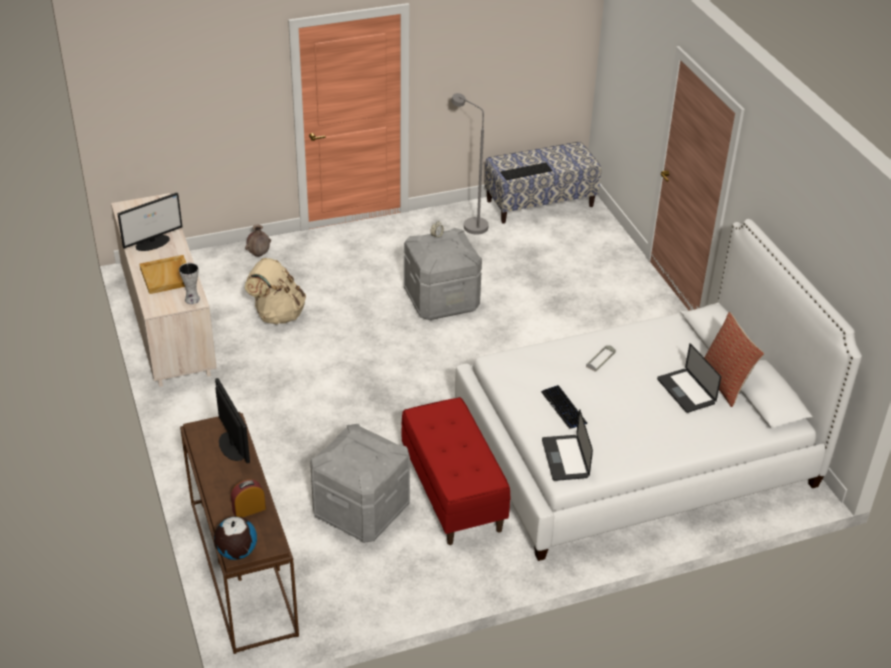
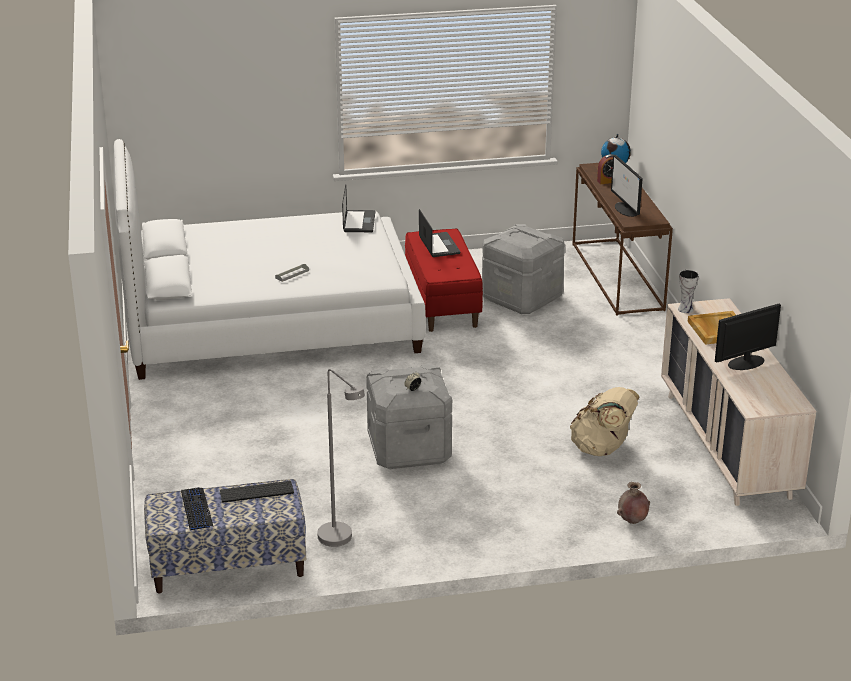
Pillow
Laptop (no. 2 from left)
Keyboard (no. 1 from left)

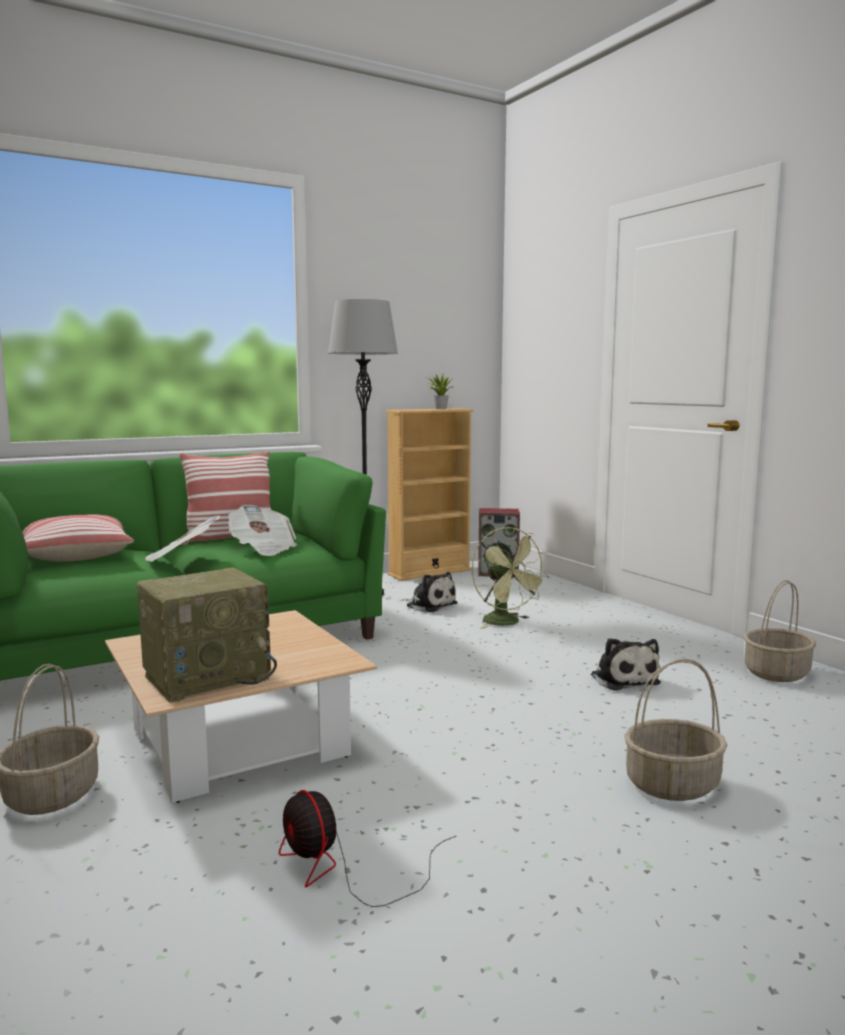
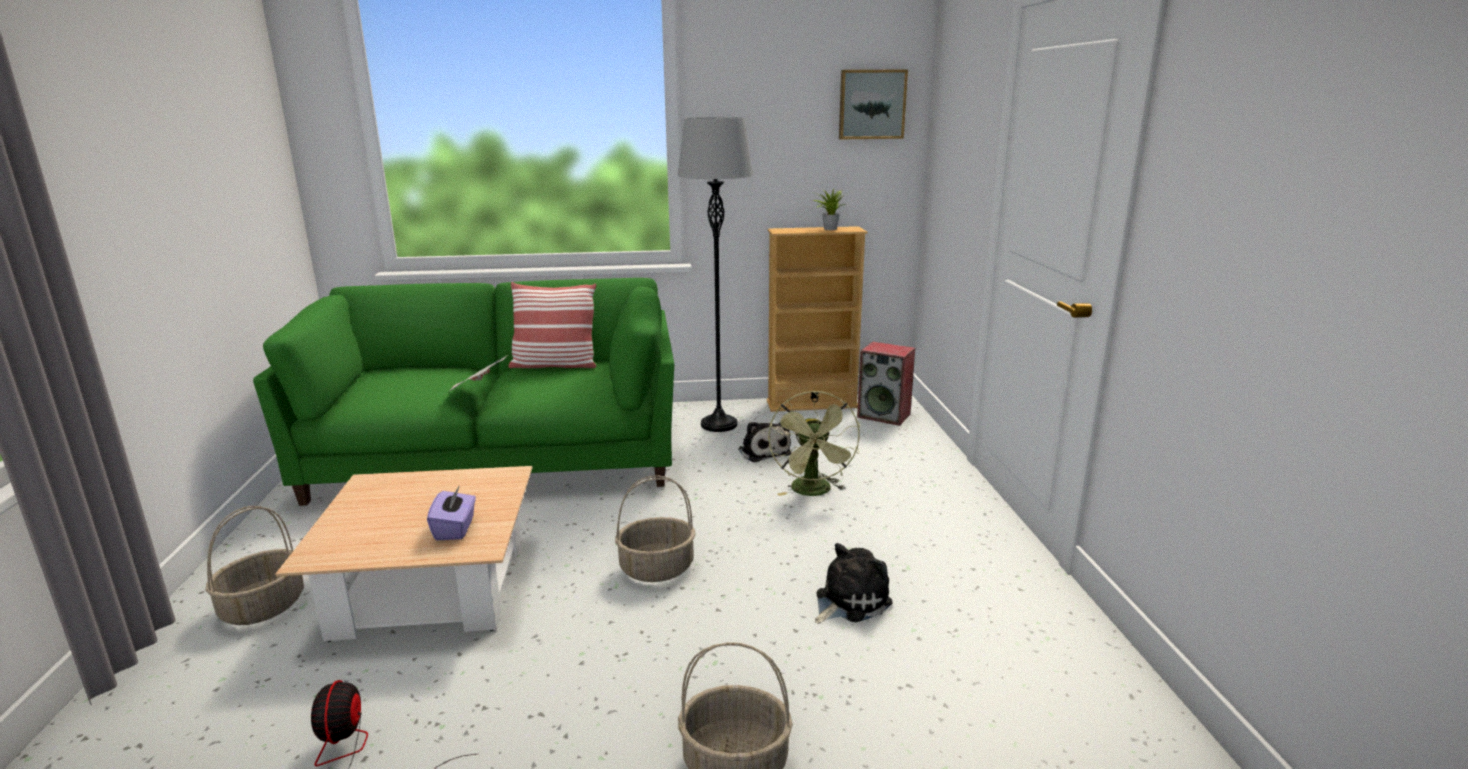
Newspaper (no. 2 from left in the first image)
Pillow (no. 1 from left in the first image)
Radio
Basket (no. 2 from left)
PlushToy (no. 2 from left)
Picture
PurpleTissueBox

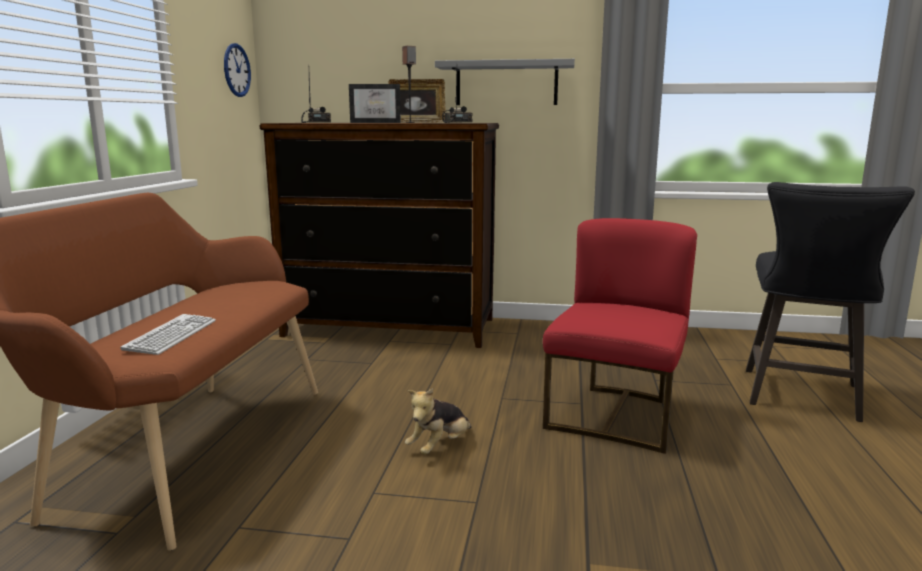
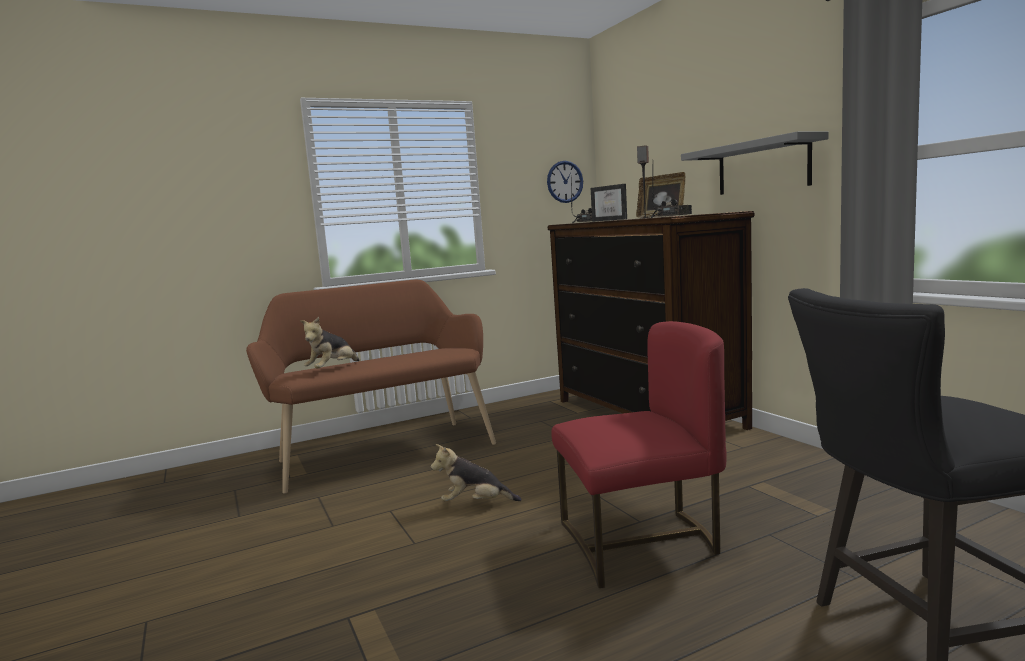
PlushToy (no. 1 from left)

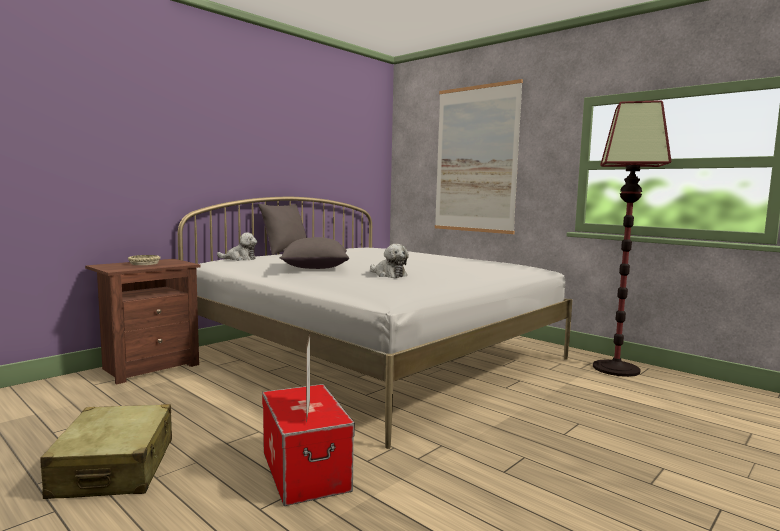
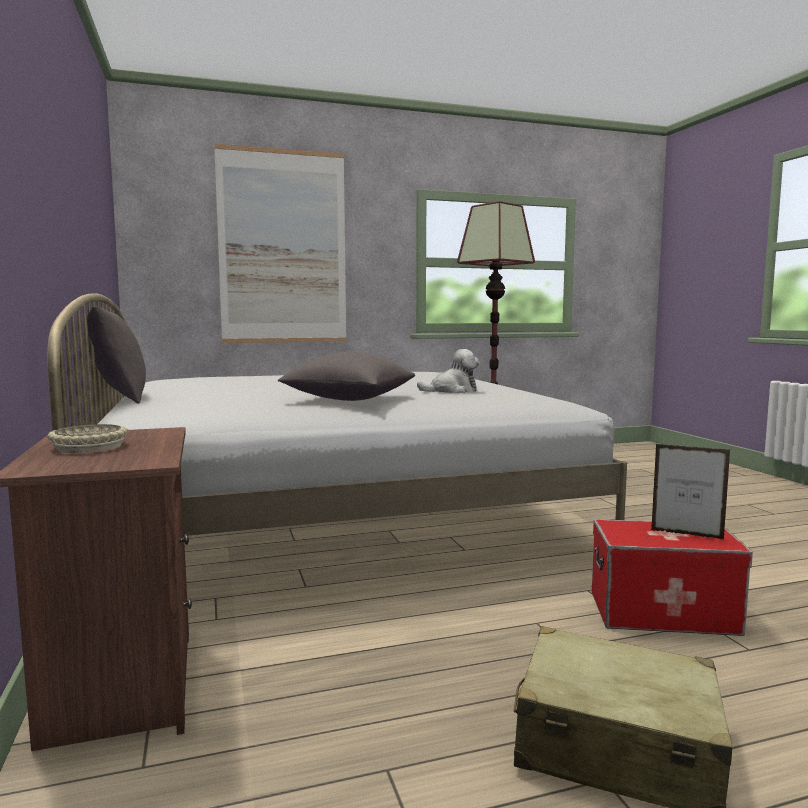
PlushToy (no. 1 from left in the first image)

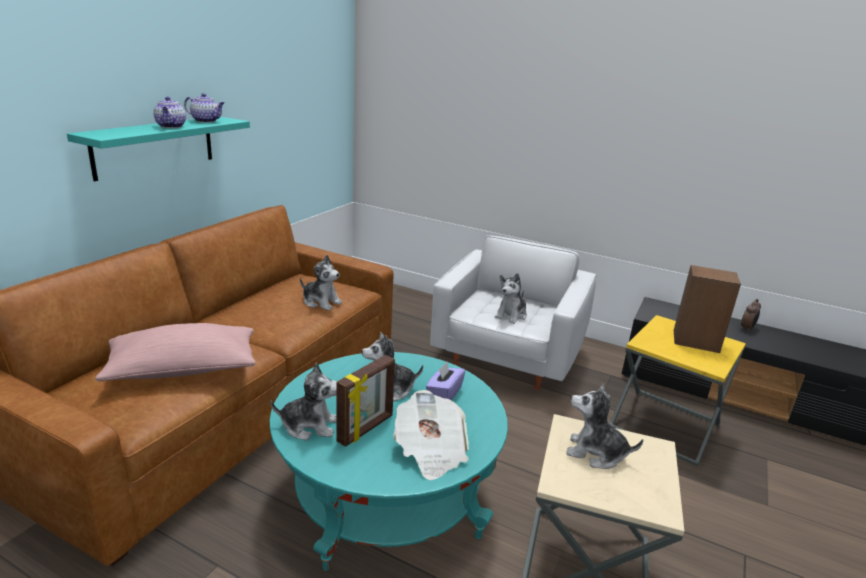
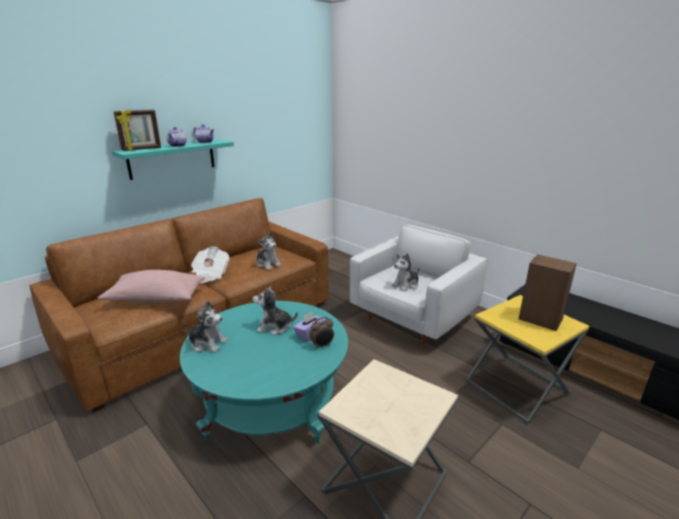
AlarmClock
PictureFrame
PlushToy (no. 5 from left in the first image)
Newspaper

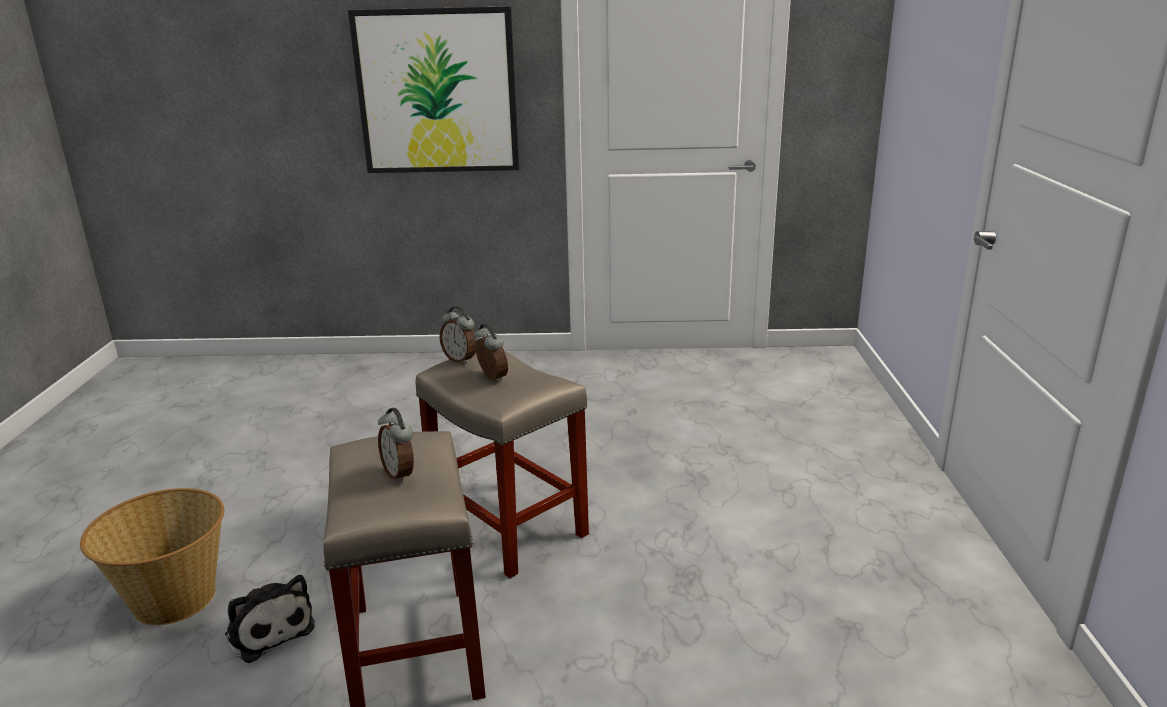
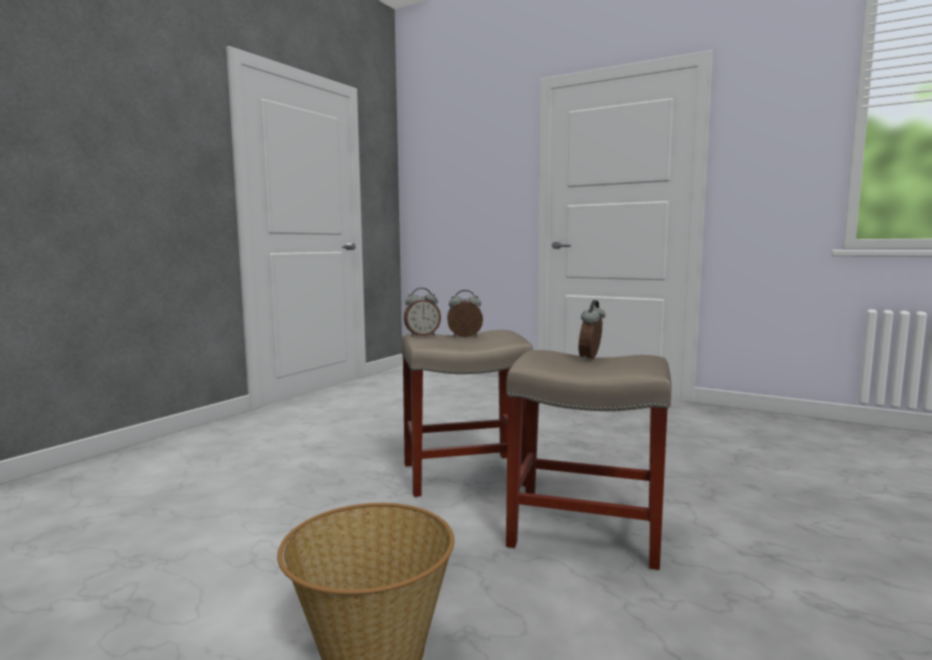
Picture
AlarmClock (no. 3 from left)
PlushToy

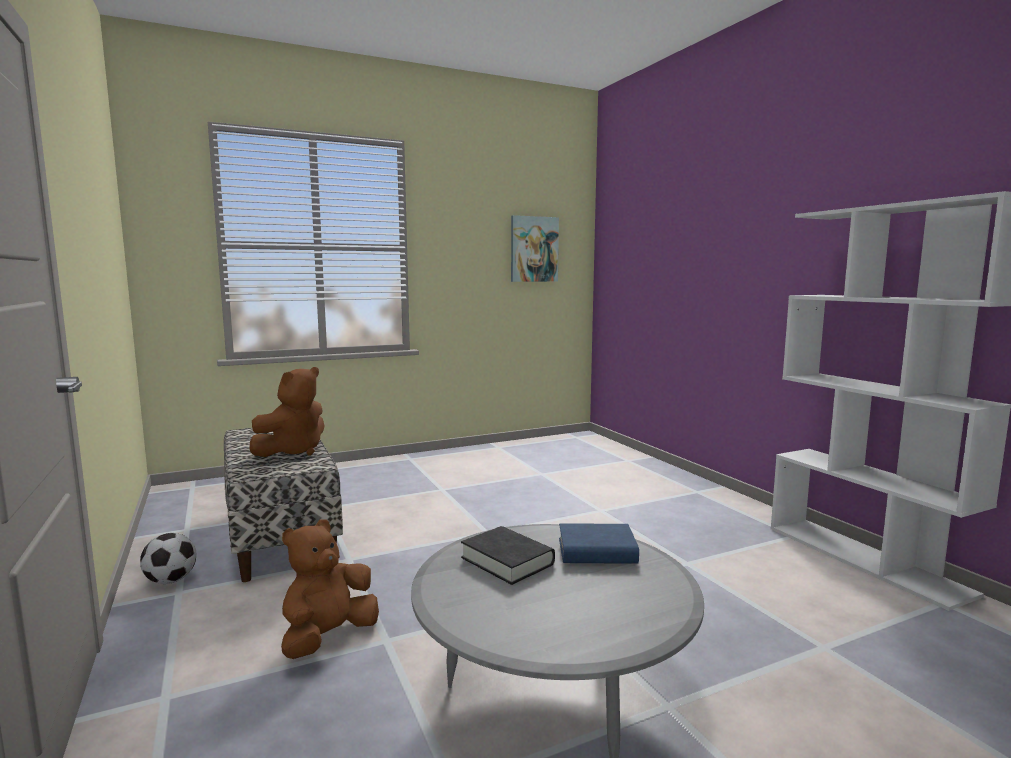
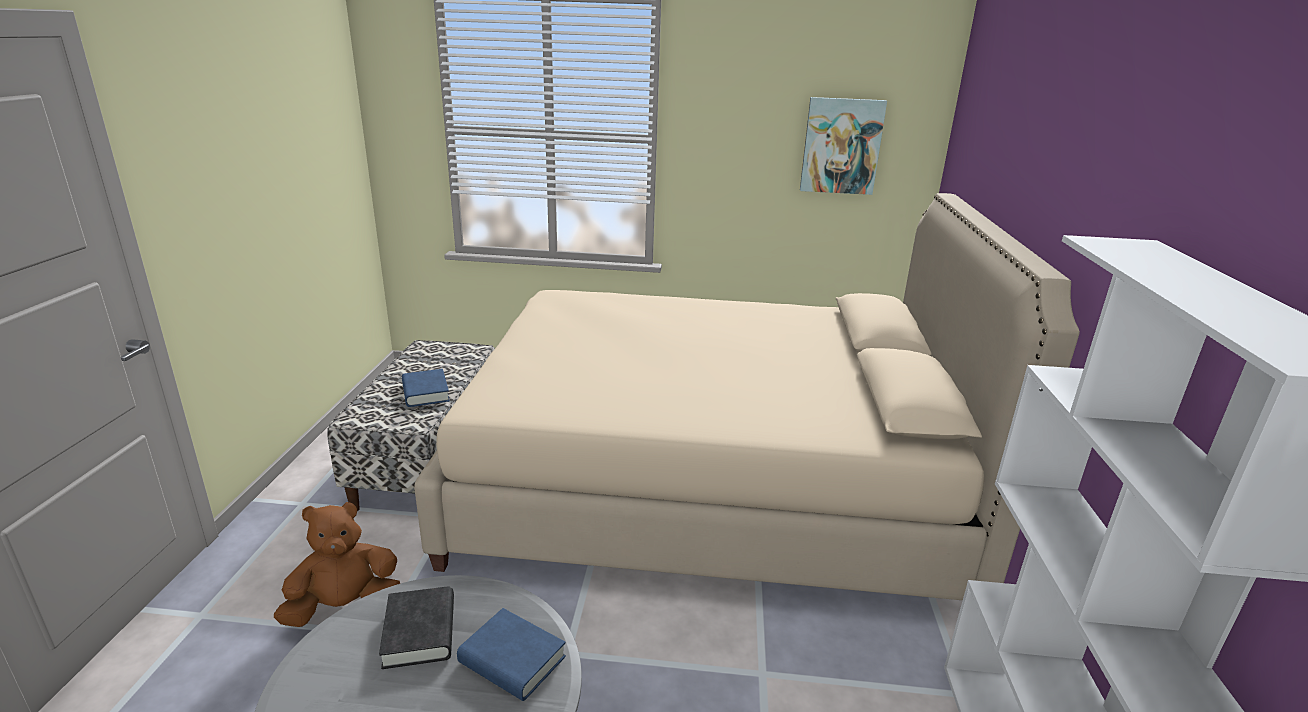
BlueBook (no. 1 from left)
Football
BeigeBed

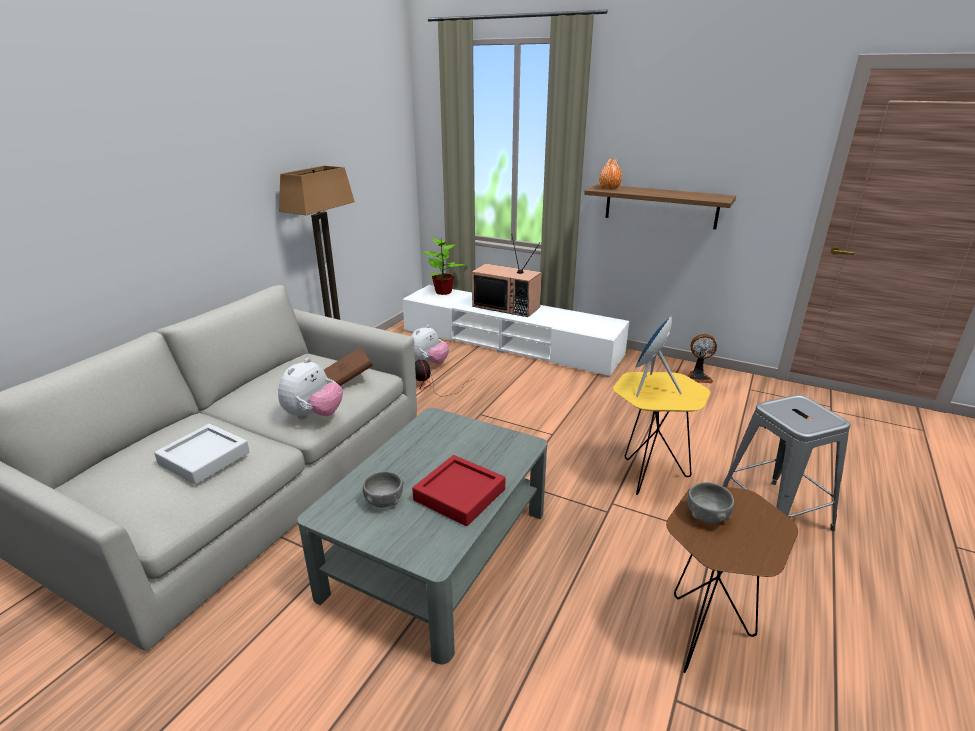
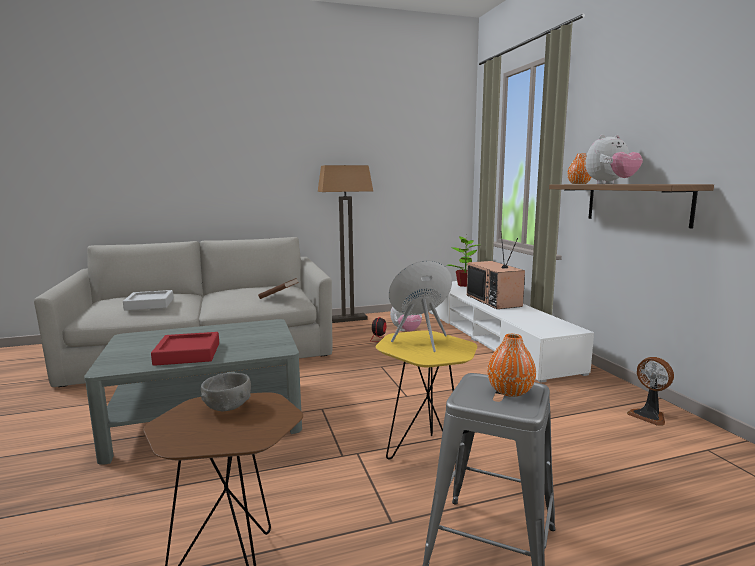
PlushToy (no. 2 from left)
GreyBowl (no. 1 from left in the first image)
OrangeVase (no. 1 from left)

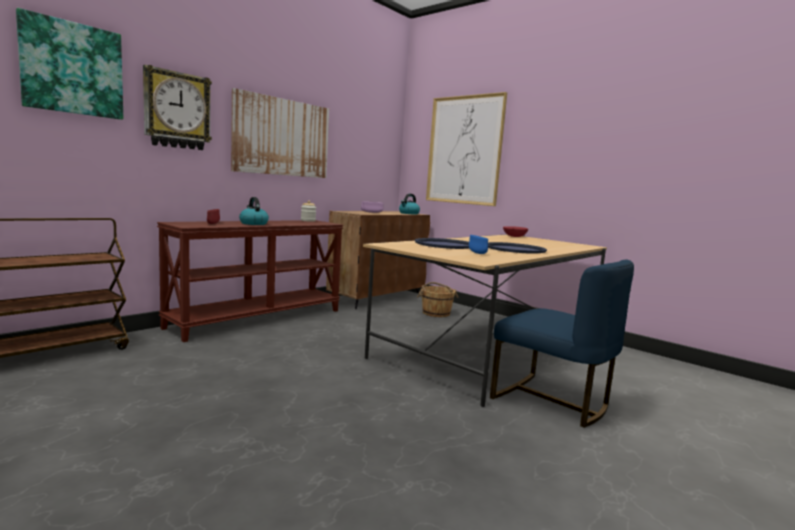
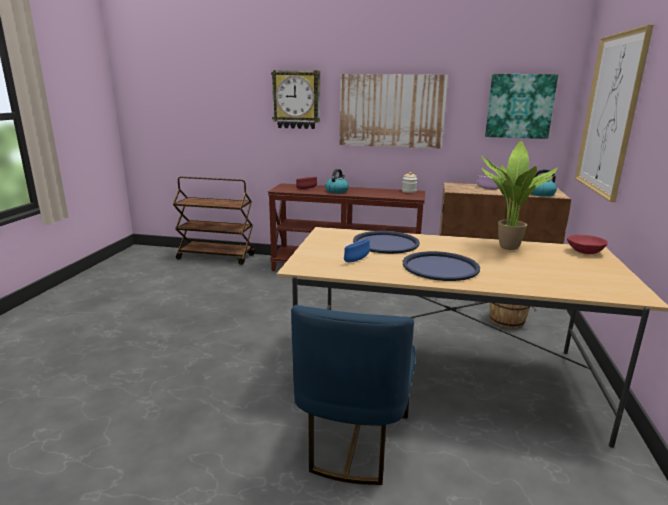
Picture (no. 2 from left)
PottedPlant

